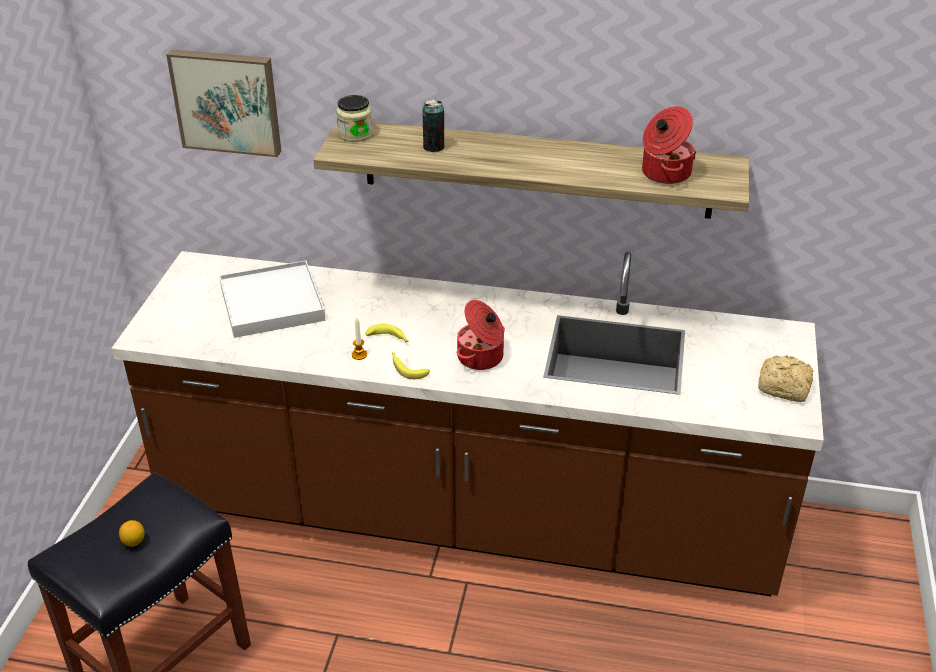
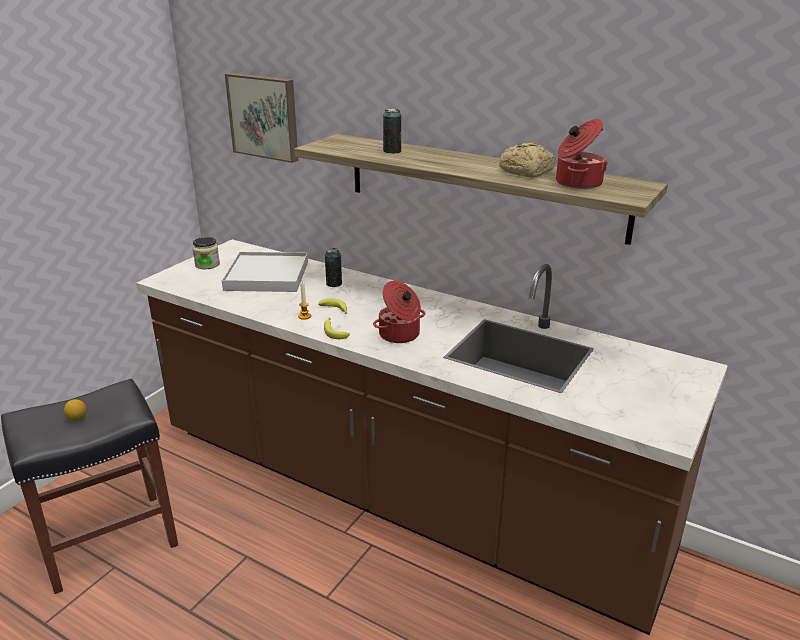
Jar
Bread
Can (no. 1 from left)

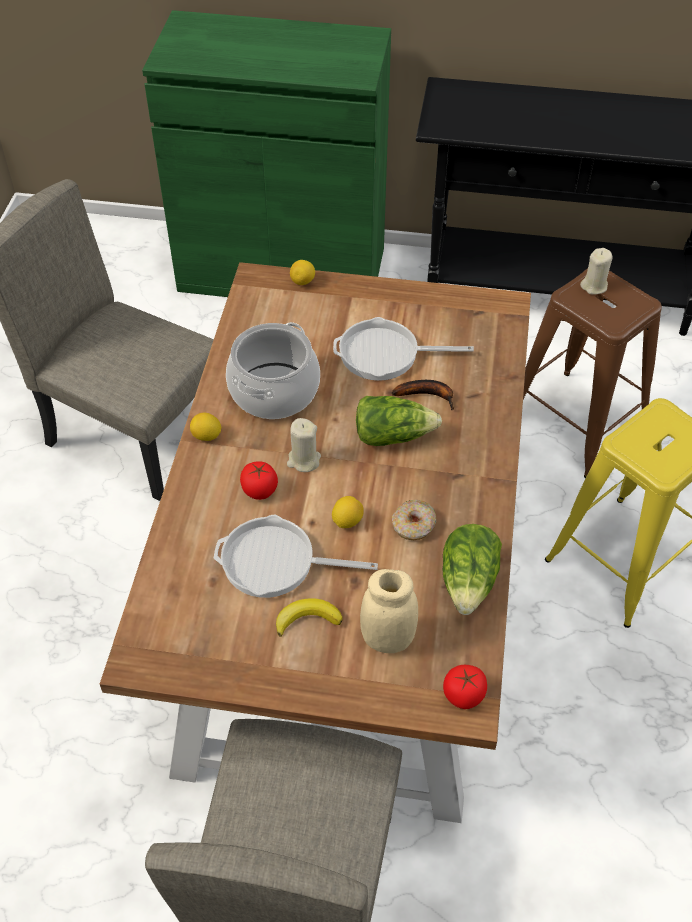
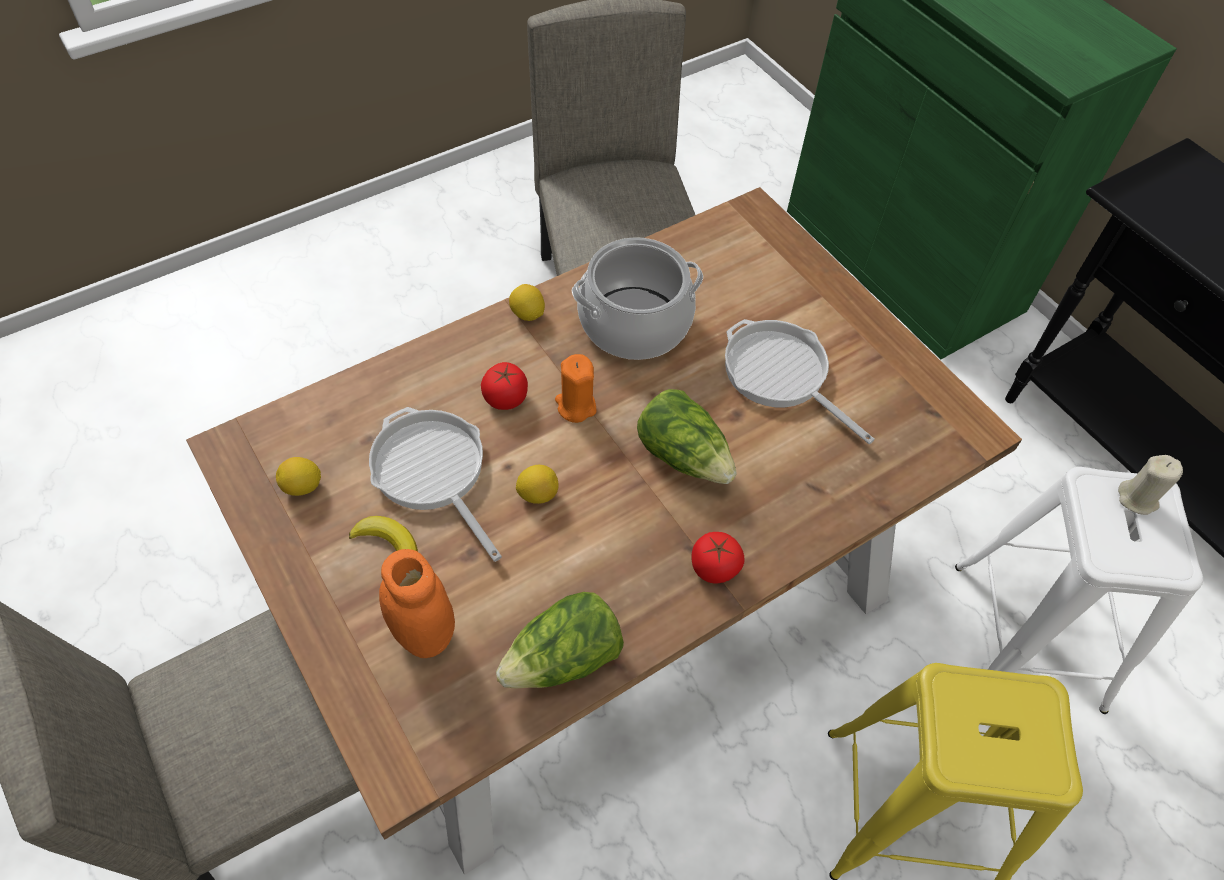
Lemon (no. 1 from left)
WhiteStool
Banana (no. 2 from left in the first image)
OrangeCandle
Donut
OrangeJar
Tomato (no. 2 from left)

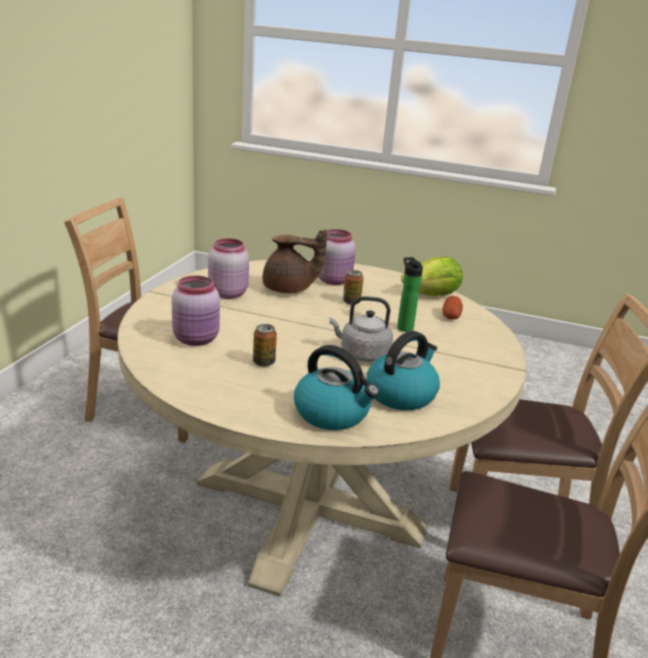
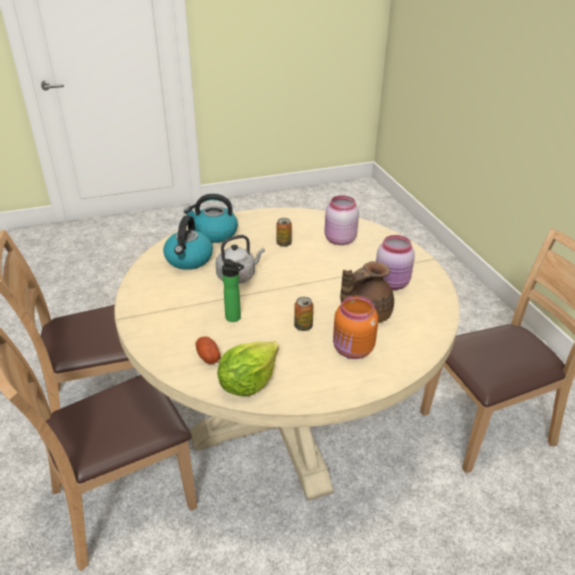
OrangeJar

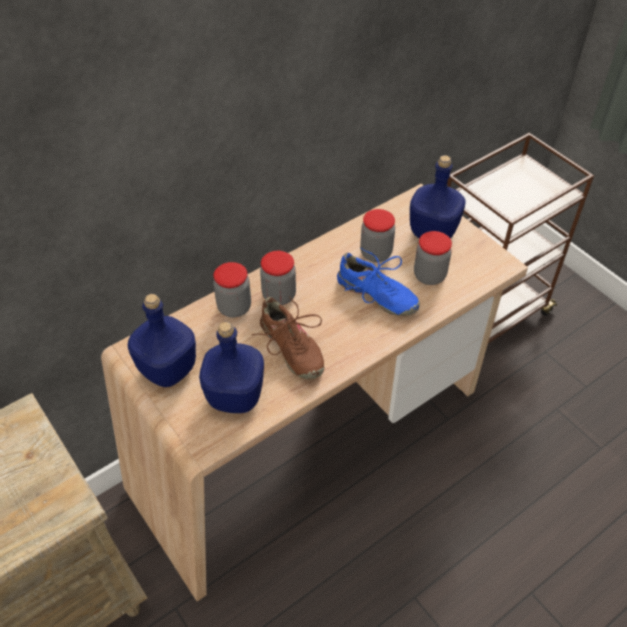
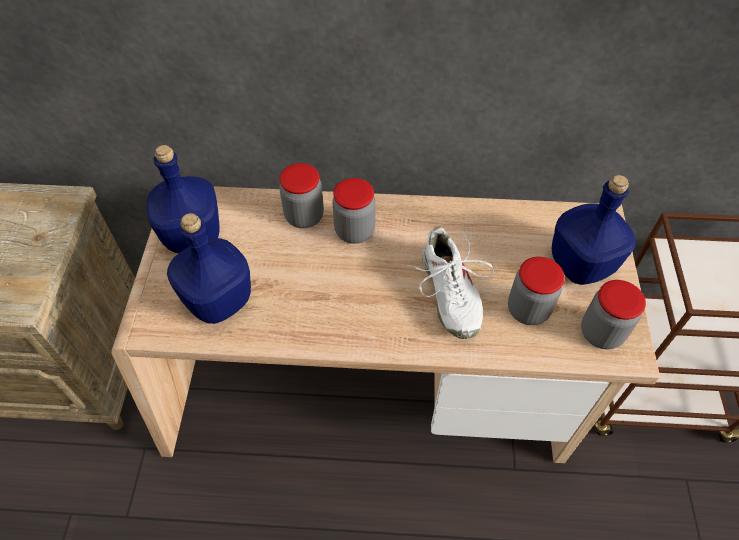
Jar (no. 4 from left)
WhiteShoe
BrownShoe

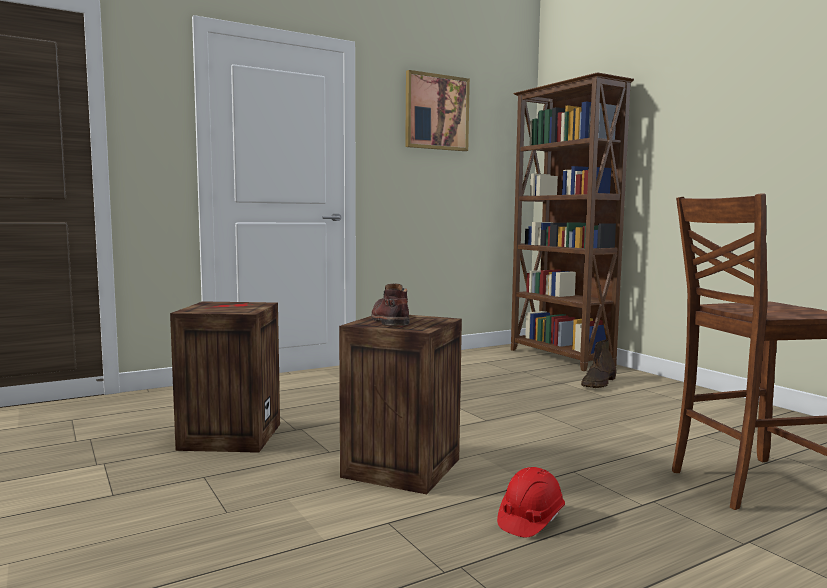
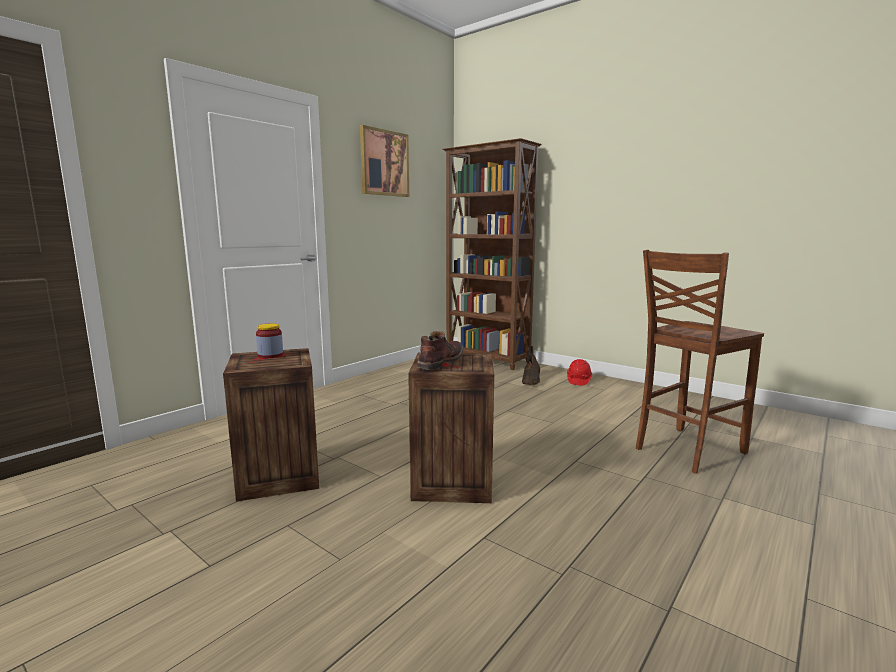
BrownBoot (no. 1 from left)
RedHardHat
Jar

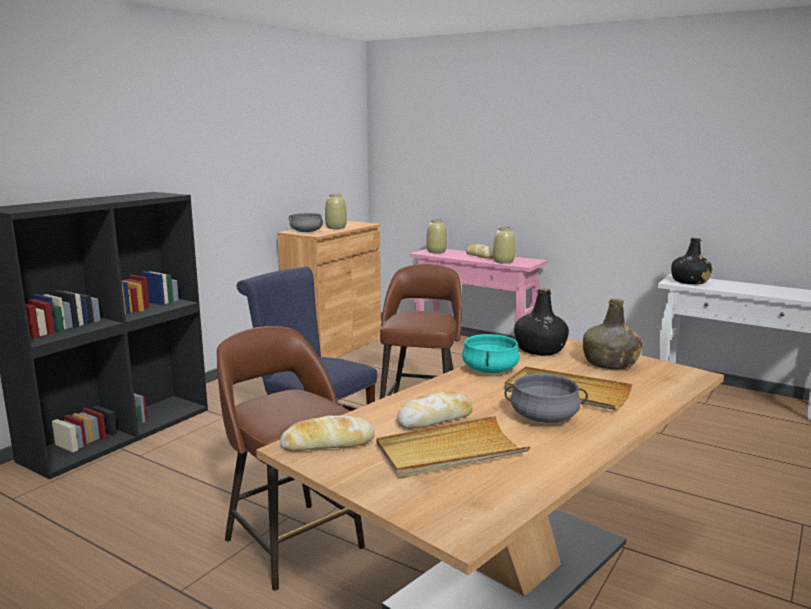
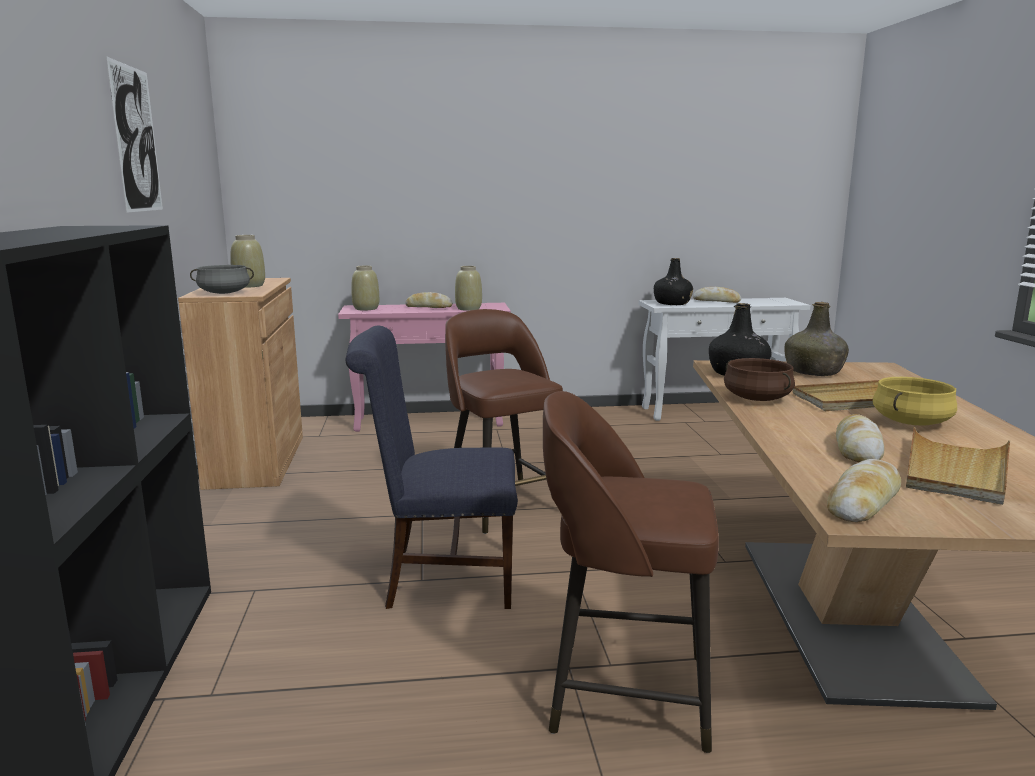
BrownCookingPot
YellowCookingPot
Picture
Bread (no. 2 from left)

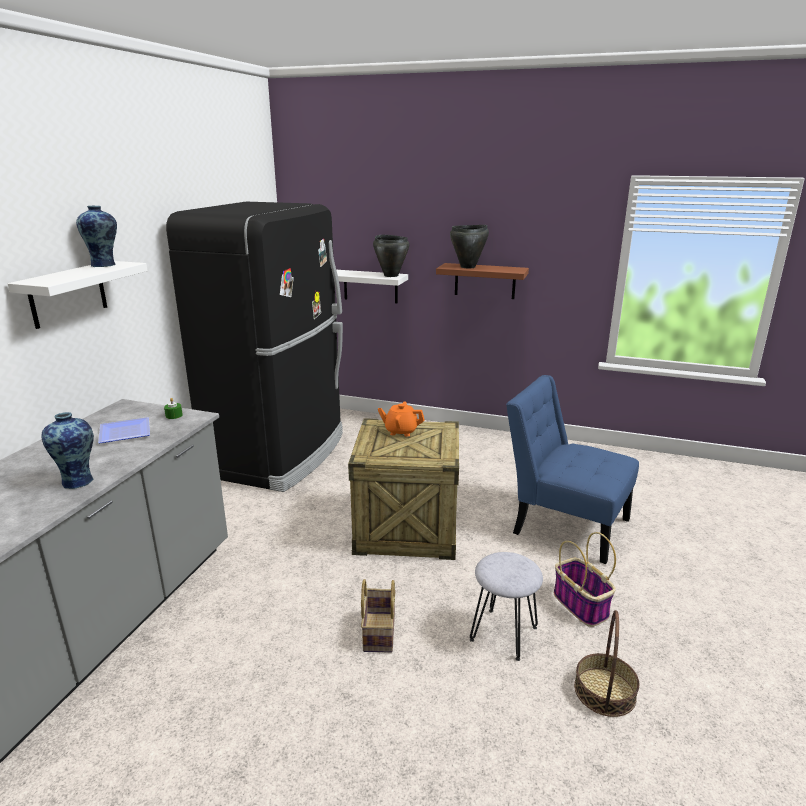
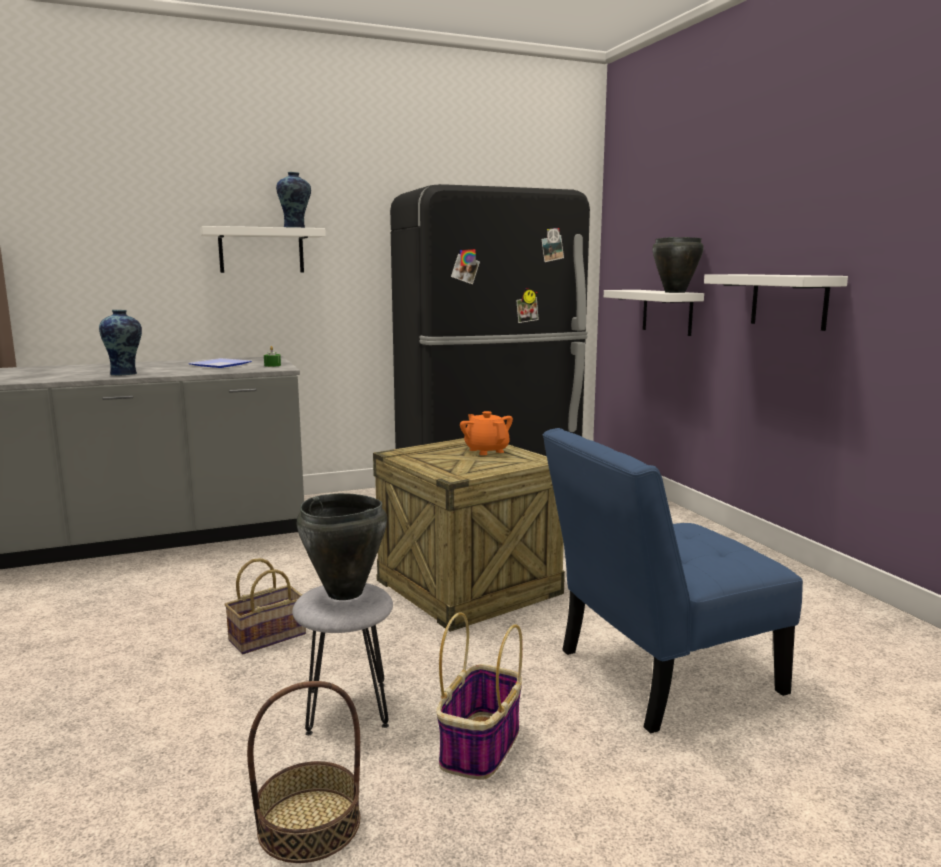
BlackCookingPot (no. 1 from left)
WhiteShelf (no. 3 from left)
BlueChair

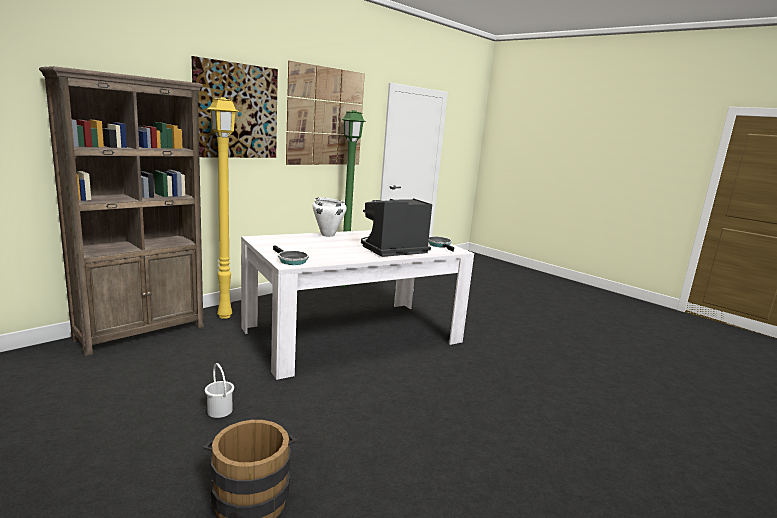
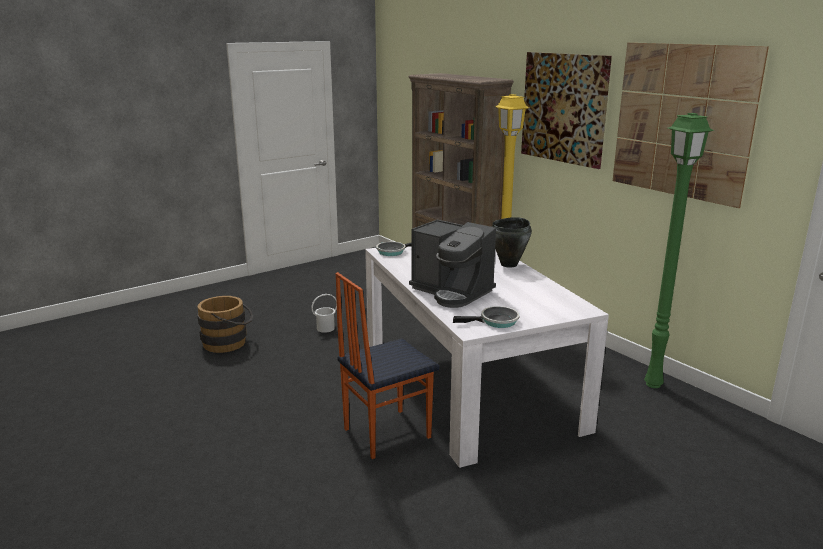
BlackCookingPot
CoffeeMachine
Chair

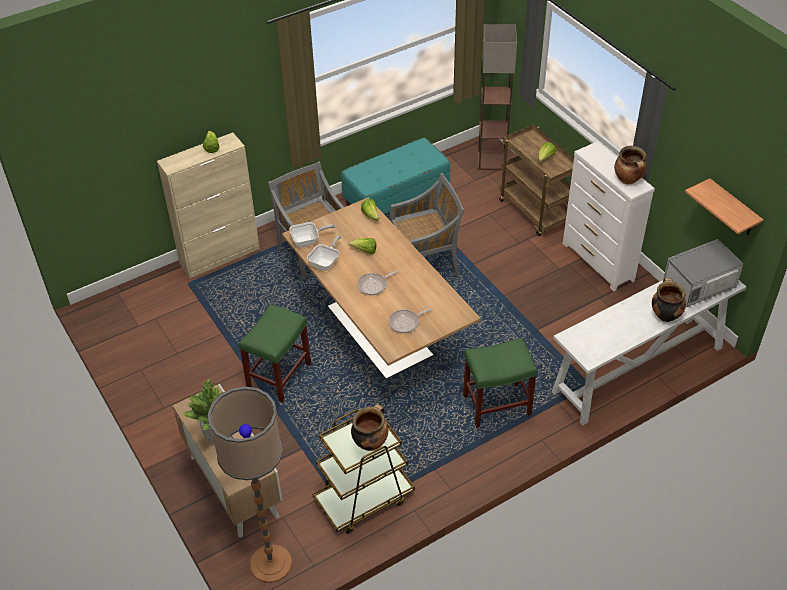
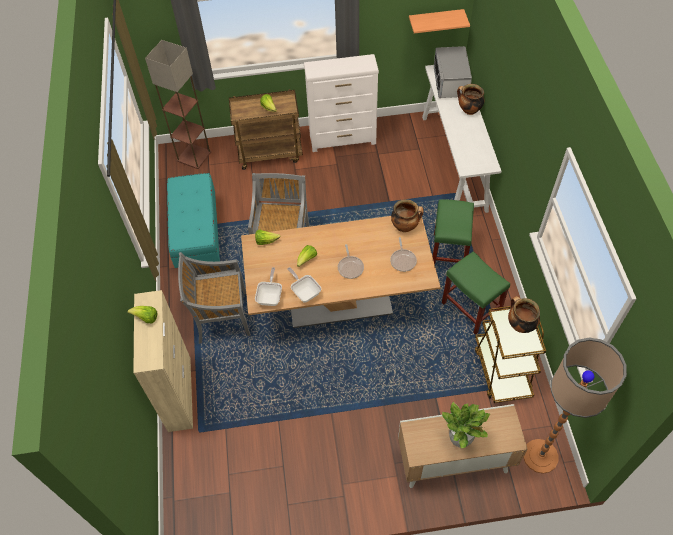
CookingPot (no. 1 from left)
GreenStool (no. 2 from left)

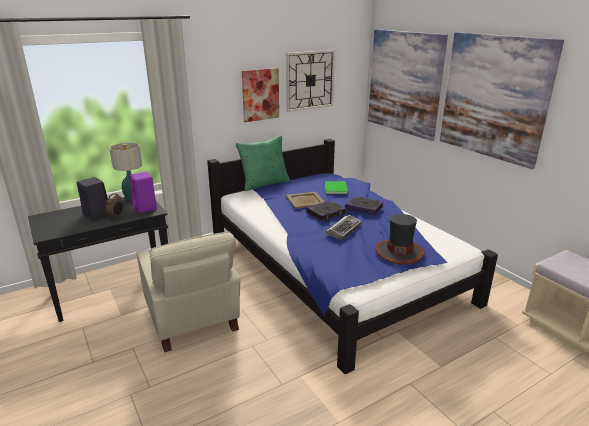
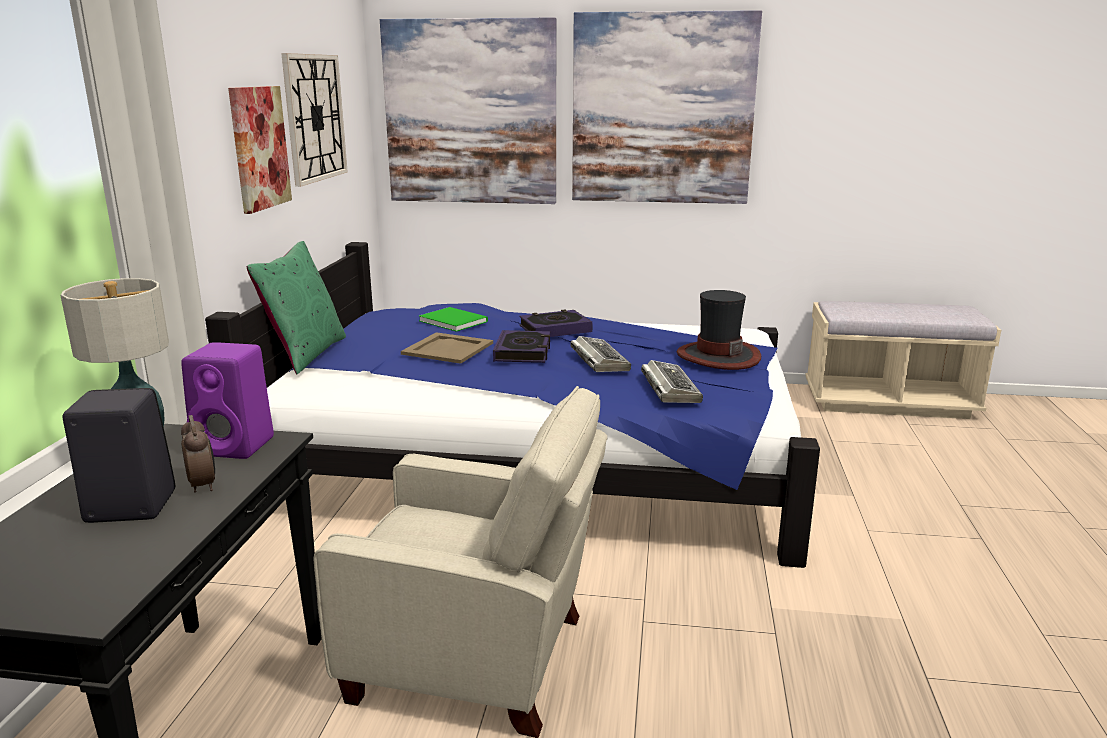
Keyboard (no. 2 from left)

